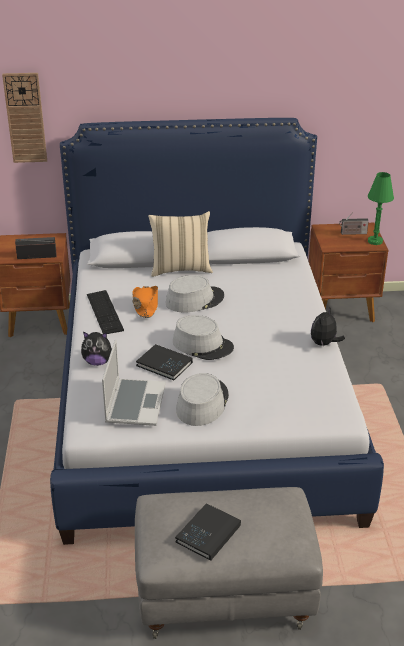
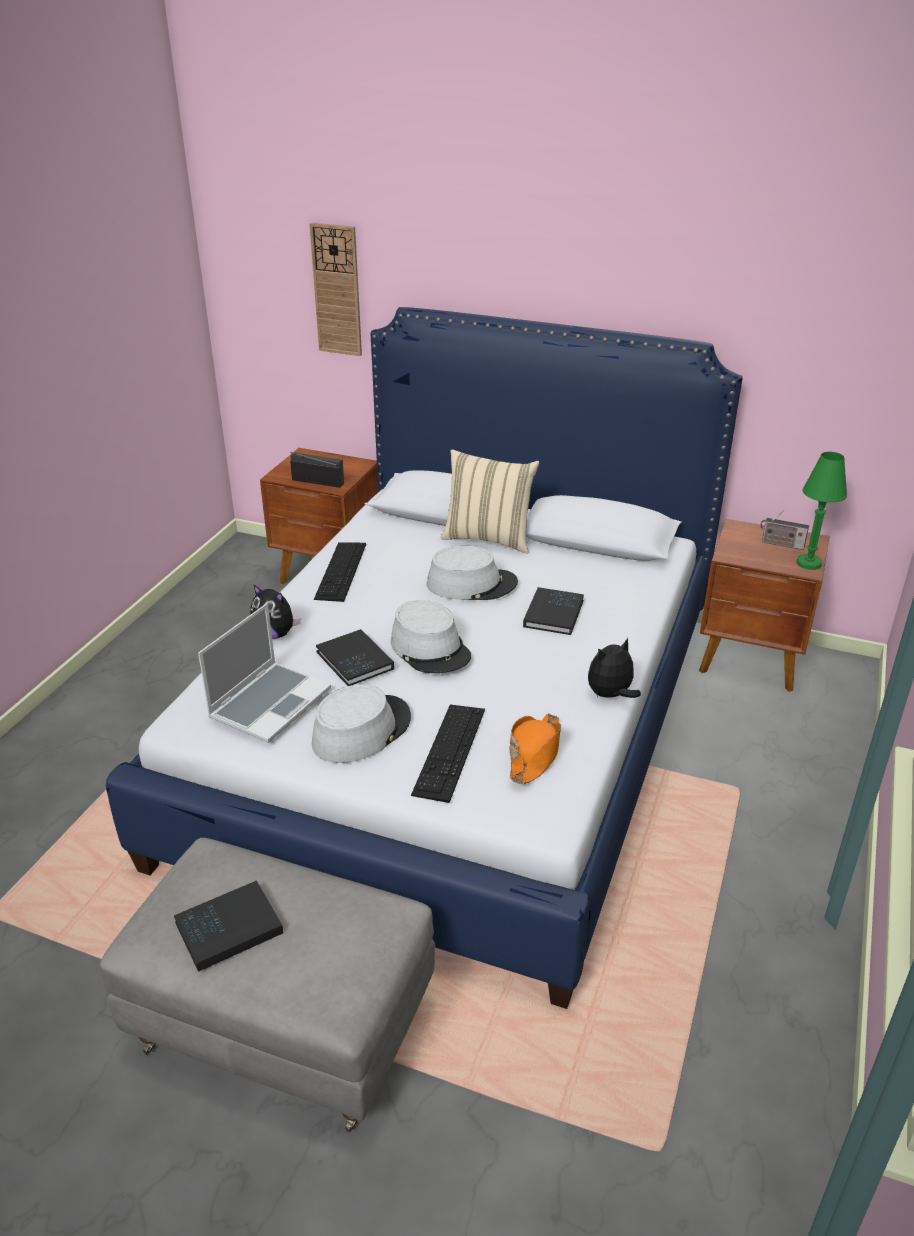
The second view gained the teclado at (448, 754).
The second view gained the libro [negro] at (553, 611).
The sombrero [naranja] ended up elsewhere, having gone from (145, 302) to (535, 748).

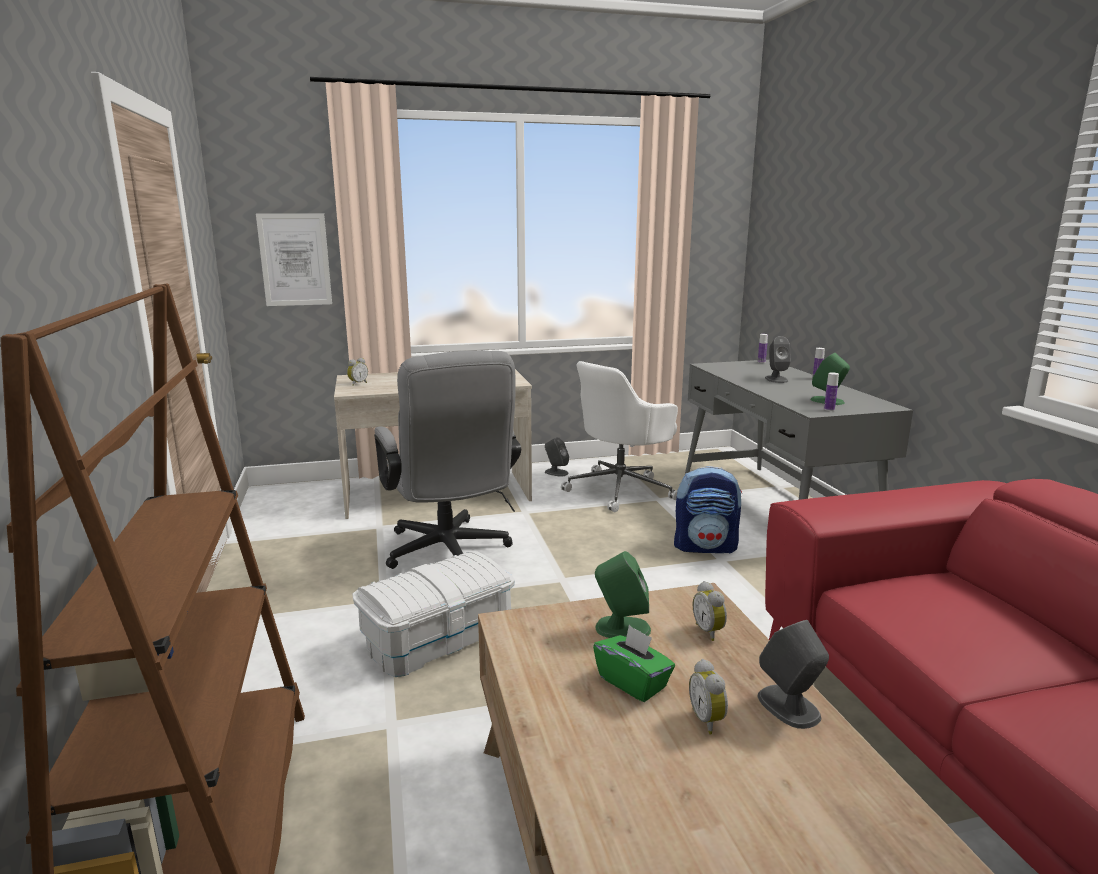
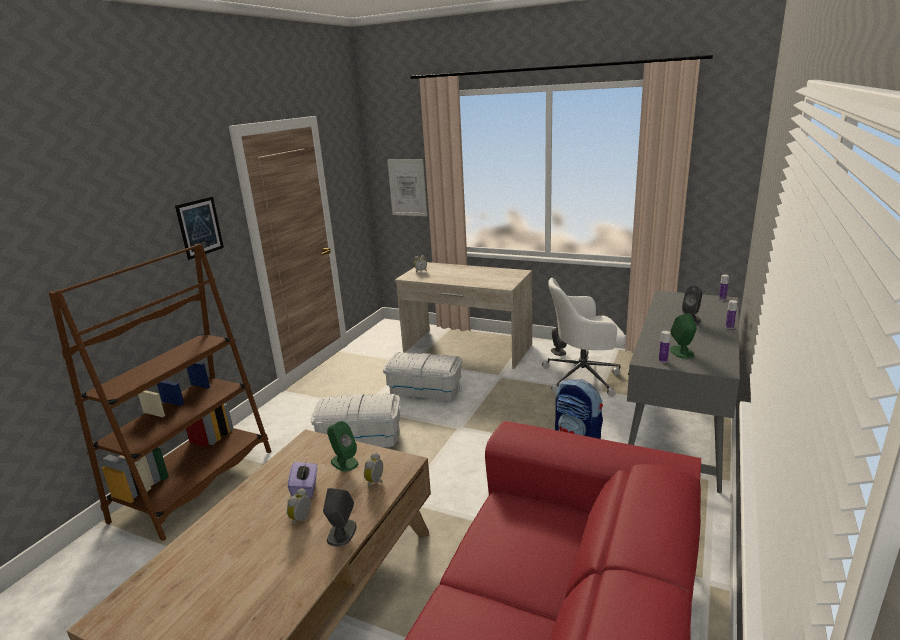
The second view gained the cuadro at (199, 228).
Where the silla de oficina [gris] stood at (447, 459), the caja de almacenaje [blanco] came to stand at (422, 377).
What was the caja de pañuelos [verde] at (634, 663) turned into the caja de pañuelos [morado] at (302, 479).

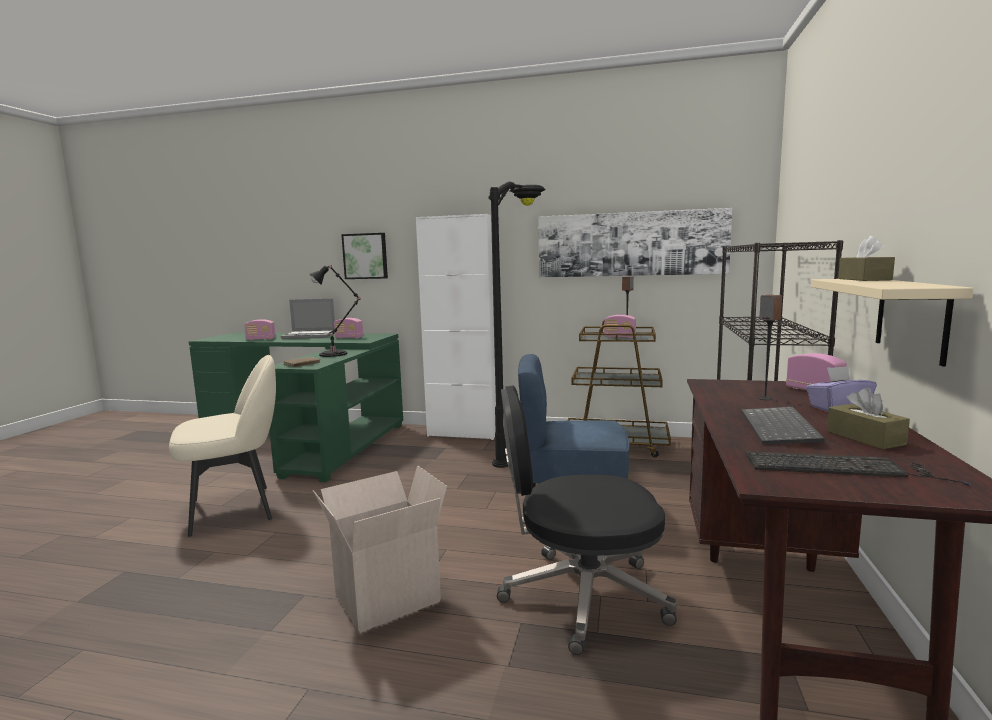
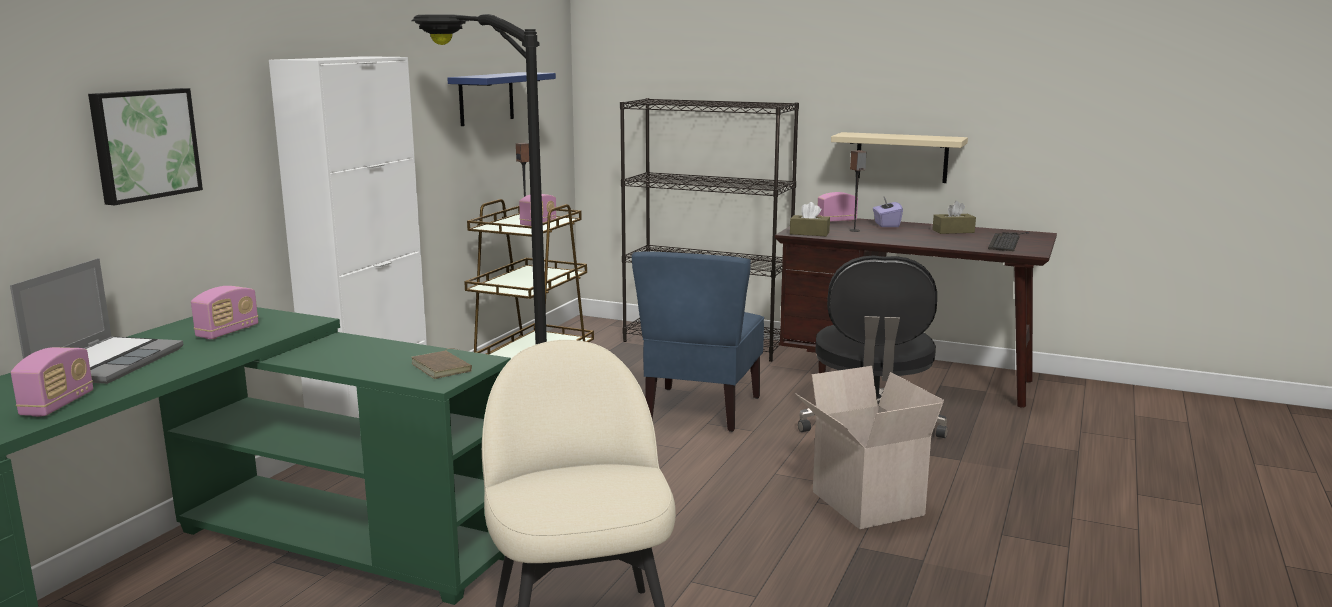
The second view lost the lámpara de mesa [negro] at (335, 311).
The second view lost the teclado at (783, 426).
The caja de pañuelos [marrón] ended up elsewhere, having gone from (866, 258) to (810, 219).
Where the cuadro hung at (635, 242), the estante [azul] came to hang at (501, 99).

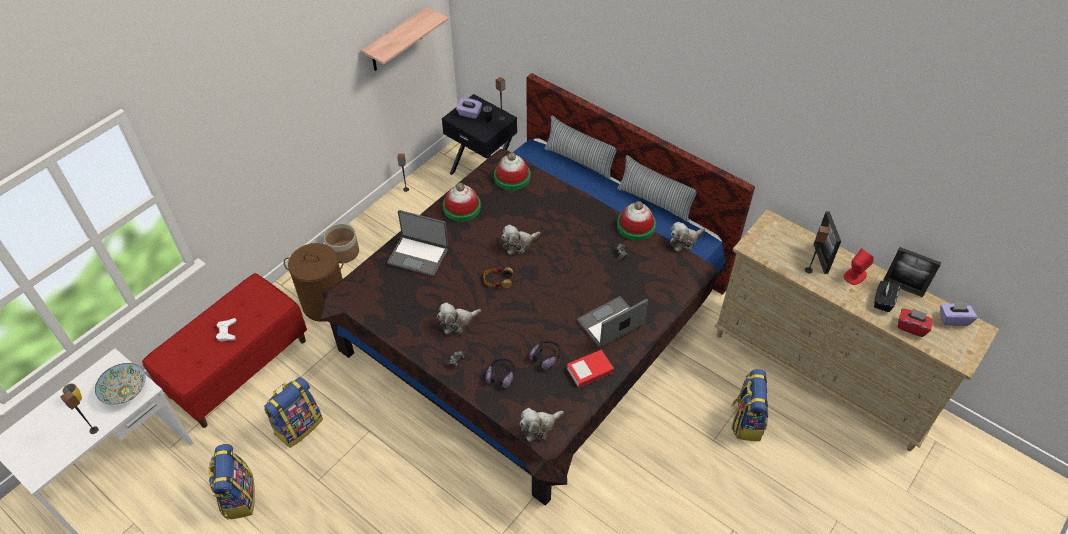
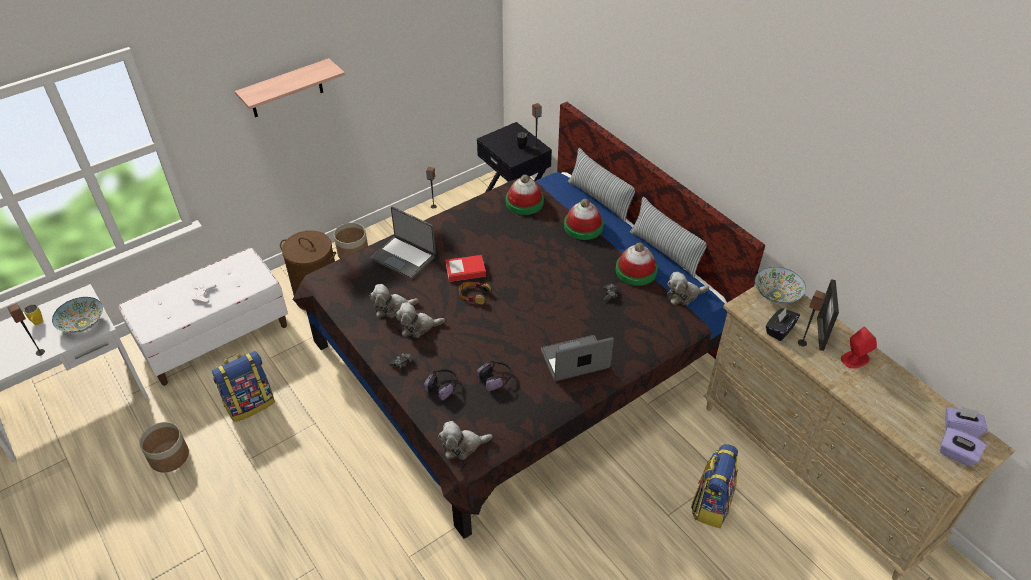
The second view lost the portarretratos at (912, 272).
The second view lost the caja de pañuelos [rojo] at (915, 322).
The second view gained the cuenco at (780, 285).
The estante ended up elsewhere, having gone from (405, 39) to (290, 87).
The sombrero ended up elsewhere, having gone from (462, 202) to (583, 219).
The caja de pañuelos [morado] ended up elsewhere, having gone from (469, 108) to (963, 446).
The peluche ended up elsewhere, having gone from (521, 240) to (393, 301).
The libro ended up elsewhere, having gone from (590, 369) to (465, 268).
The caja de pañuelos [negro] ended up elsewhere, having gone from (887, 296) to (783, 324).
Where the mochila stood at (232, 482), the maceta came to stand at (164, 447).
What was the banco [rojo] at (224, 350) turned into the banco [blanco] at (203, 317).

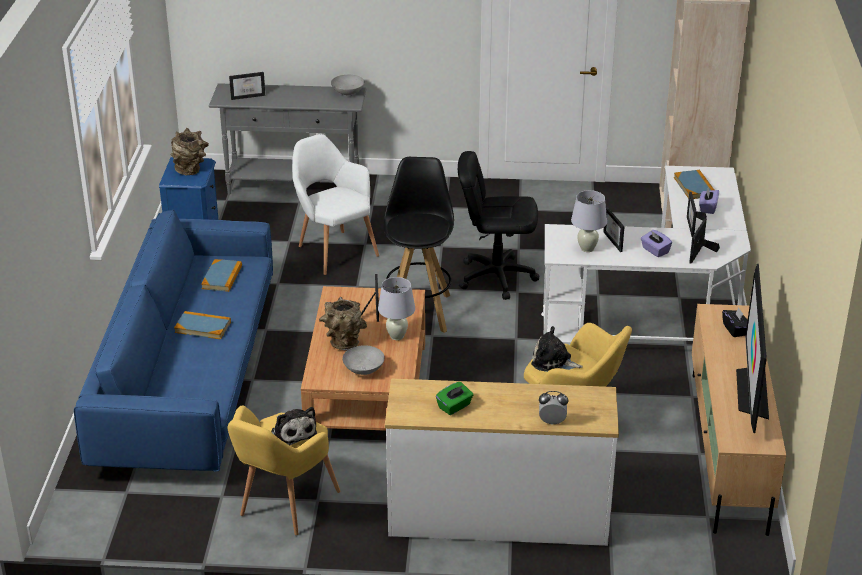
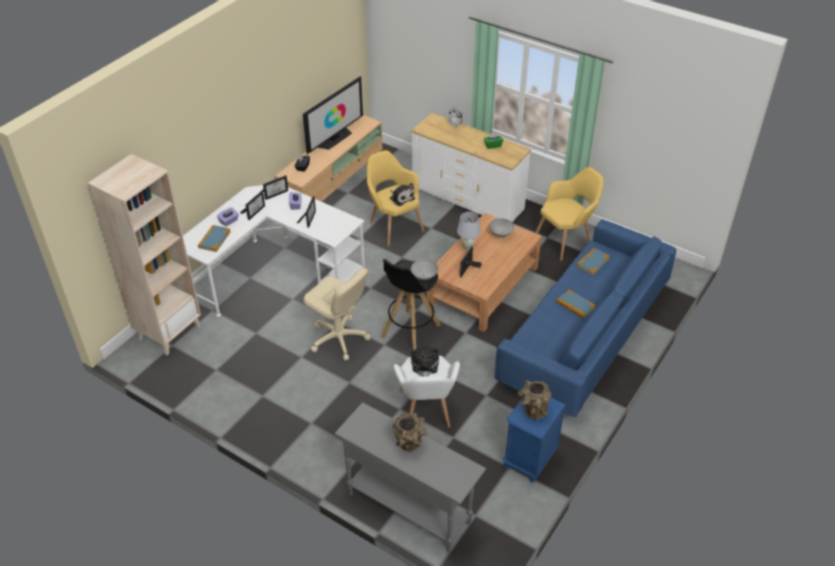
The second view lost the portarretratos at (247, 86).
The second view lost the lámpara de mesa [blanco] at (589, 221).
The libro ended up elsewhere, having gone from (221, 275) to (593, 261).
The peluche ended up elsewhere, having gone from (294, 426) to (425, 361).
The florero [marrón] ended up elsewhere, having gone from (343, 323) to (410, 432).
The cuenco [gris] ended up elsewhere, having gone from (348, 85) to (424, 269).
What was the silla de oficina [negro] at (498, 225) turned into the silla de oficina [beis] at (336, 313).

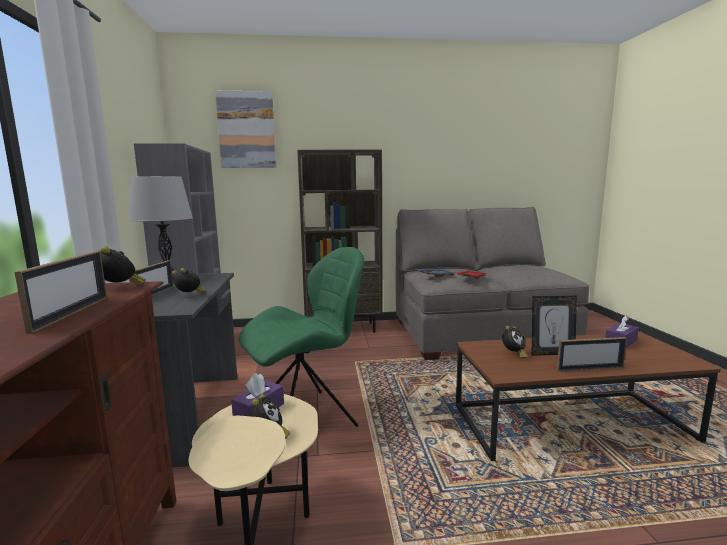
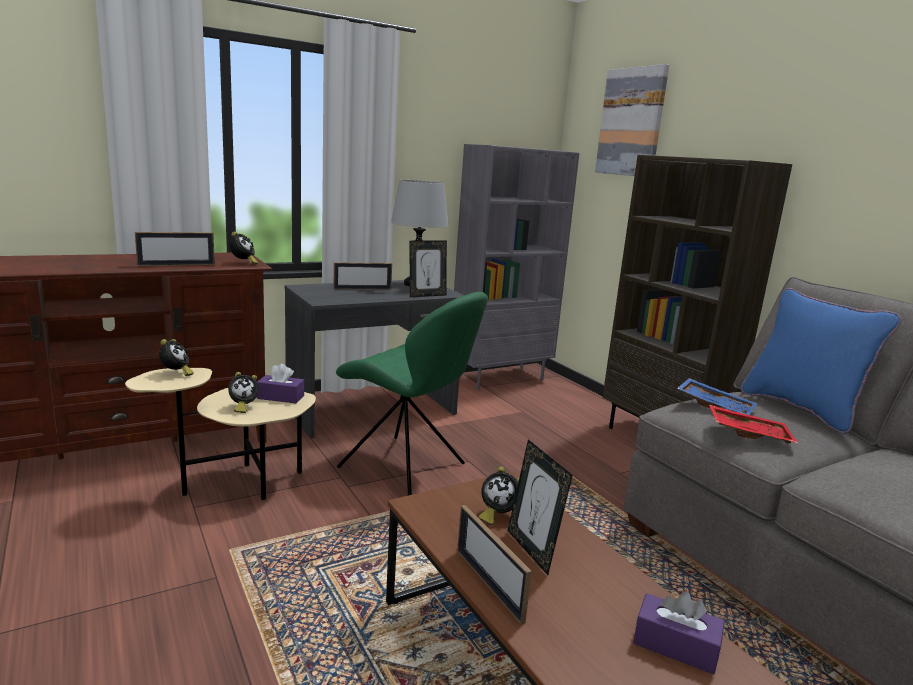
The second view gained the portarretratos at (428, 268).
The second view gained the cojín [azul] at (821, 361).
The despertador ended up elsewhere, having gone from (189, 280) to (176, 357).

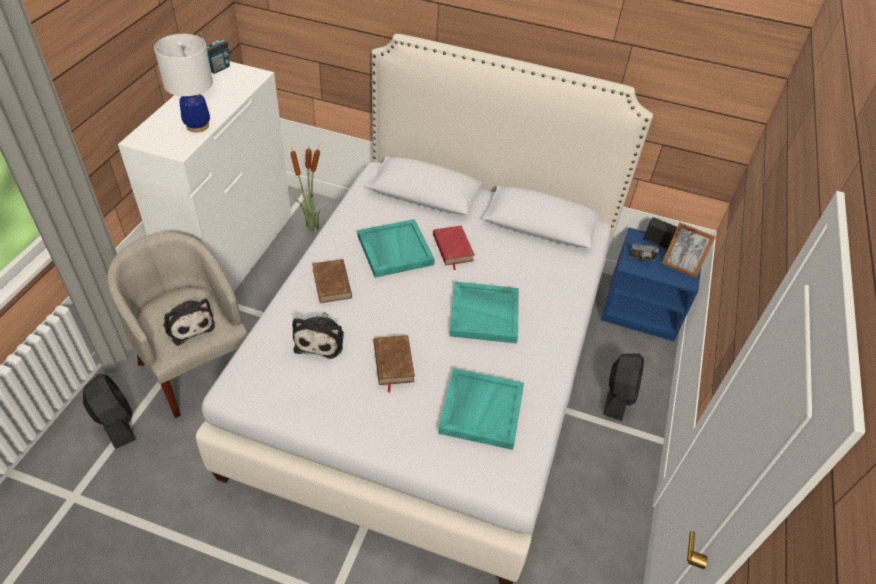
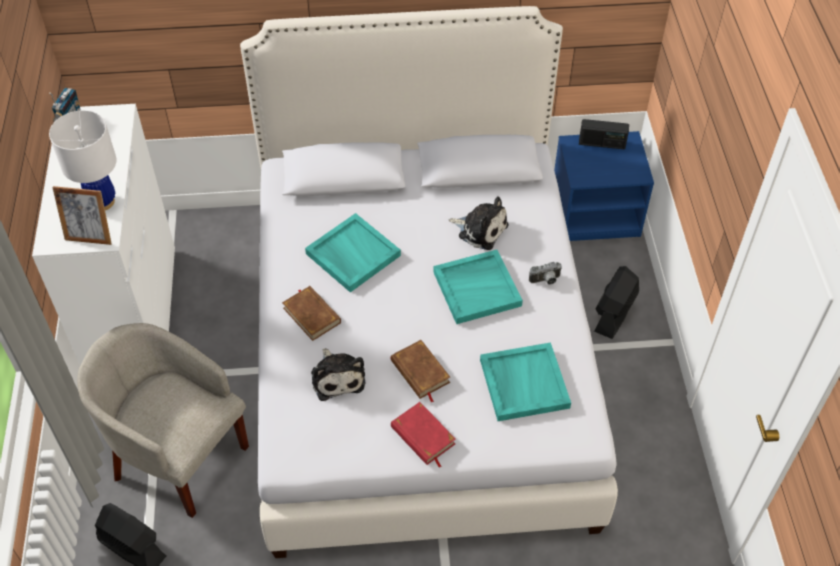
The second view lost the planta en maceta at (307, 188).
The peluche ended up elsewhere, having gone from (189, 322) to (478, 223).
The libro [rojo] ended up elsewhere, having gone from (454, 248) to (423, 435).
The cámara ended up elsewhere, having gone from (644, 253) to (545, 273).
The portarretratos ended up elsewhere, having gone from (689, 250) to (82, 215).
The ventilador [negro] at (623, 387) ended up facing another way, 150 degrees counterclockwise from before.

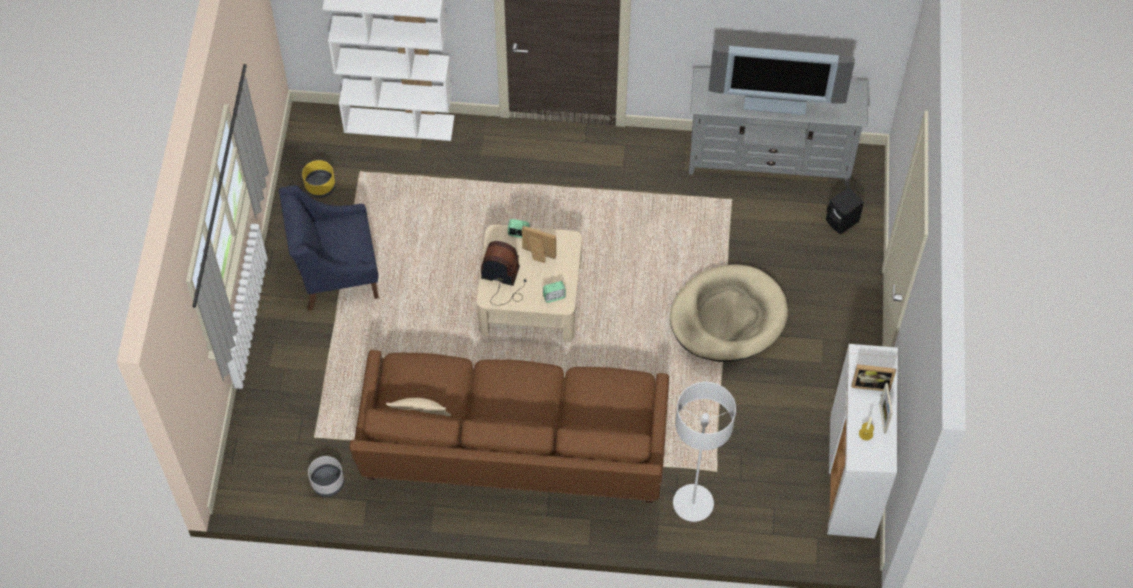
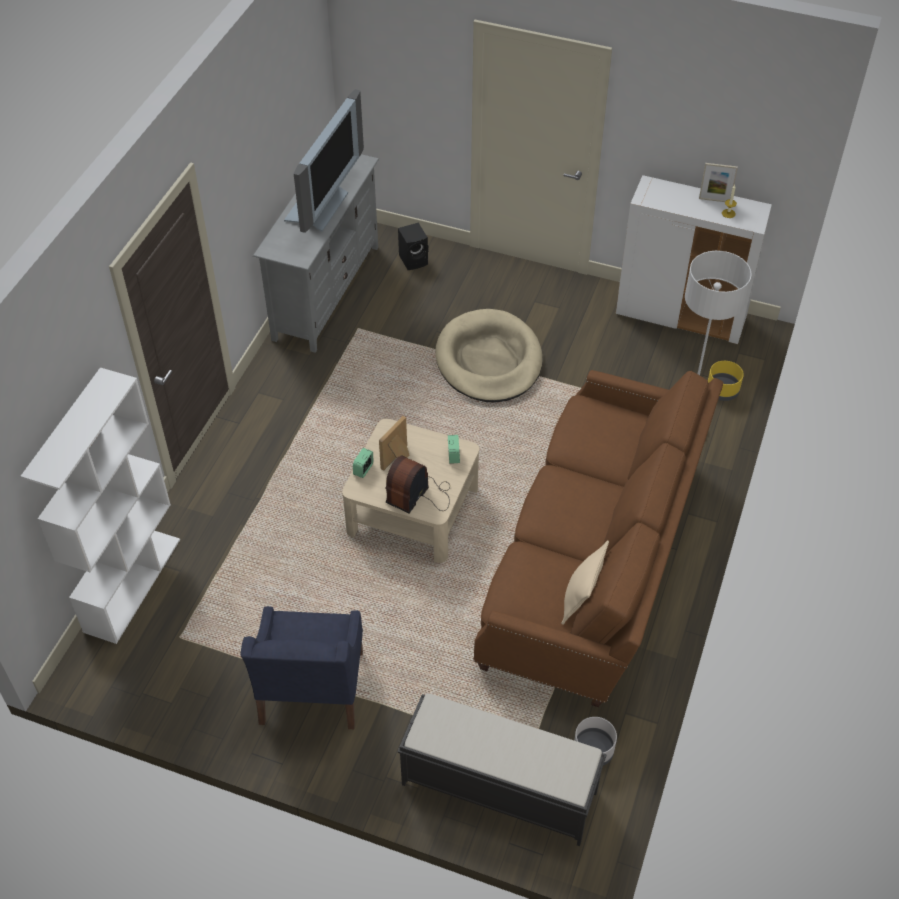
The second view lost the portarretratos at (873, 378).
The second view gained the banco [negro] at (502, 769).
The maceta [amarillo] ended up elsewhere, having gone from (319, 179) to (726, 381).

